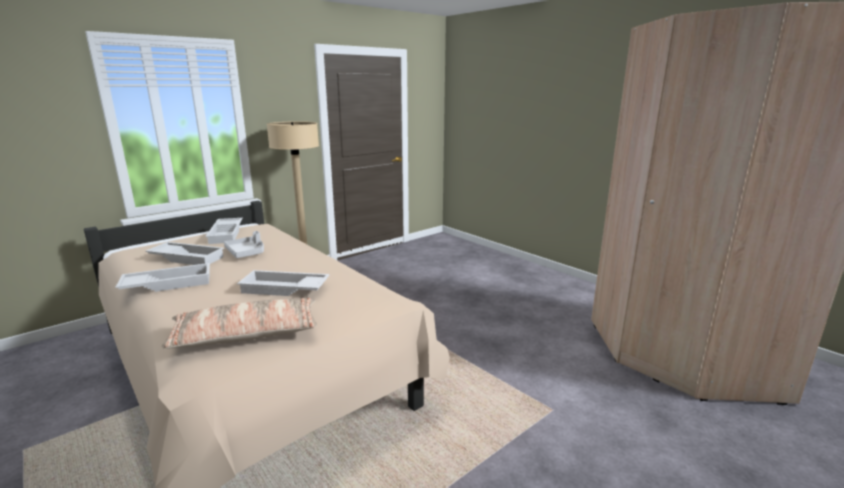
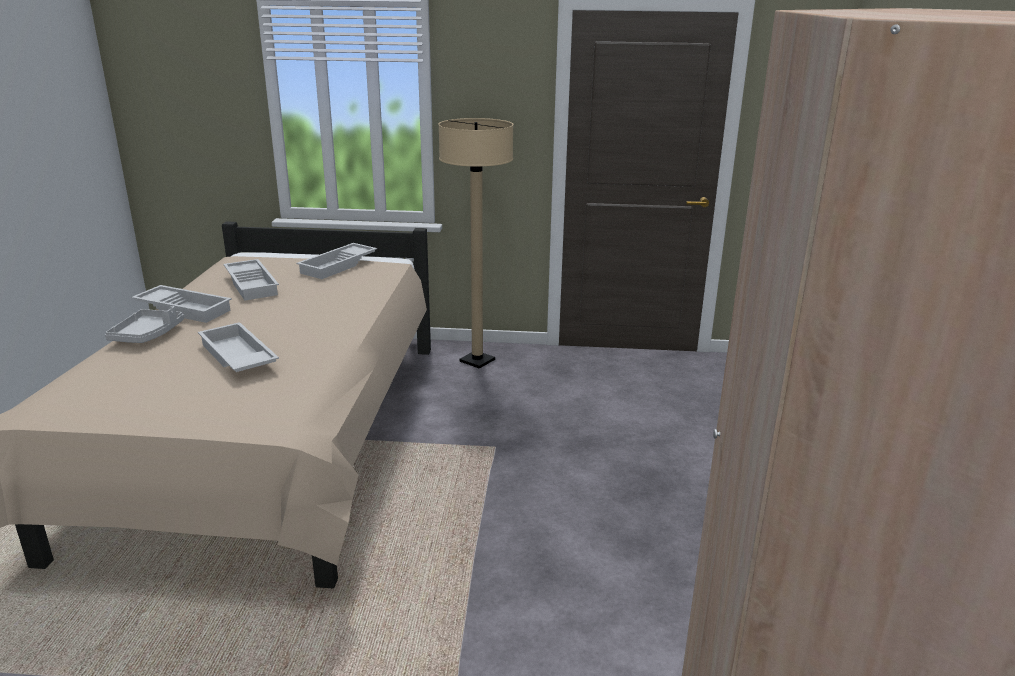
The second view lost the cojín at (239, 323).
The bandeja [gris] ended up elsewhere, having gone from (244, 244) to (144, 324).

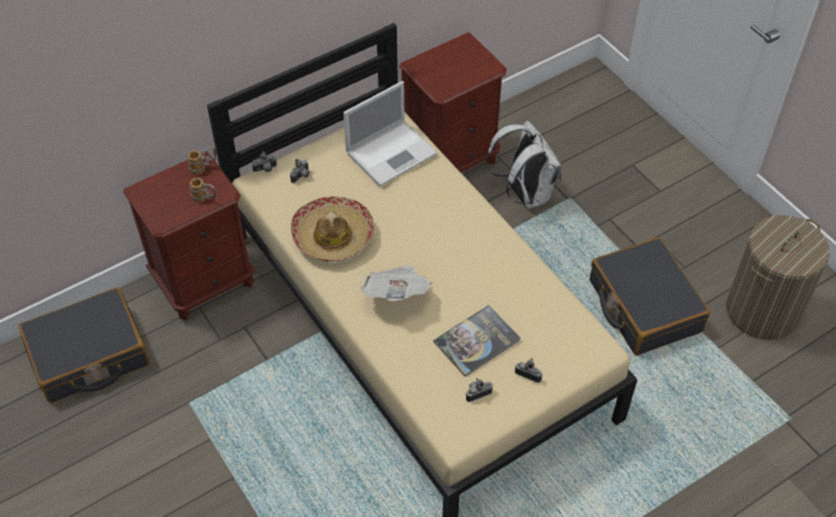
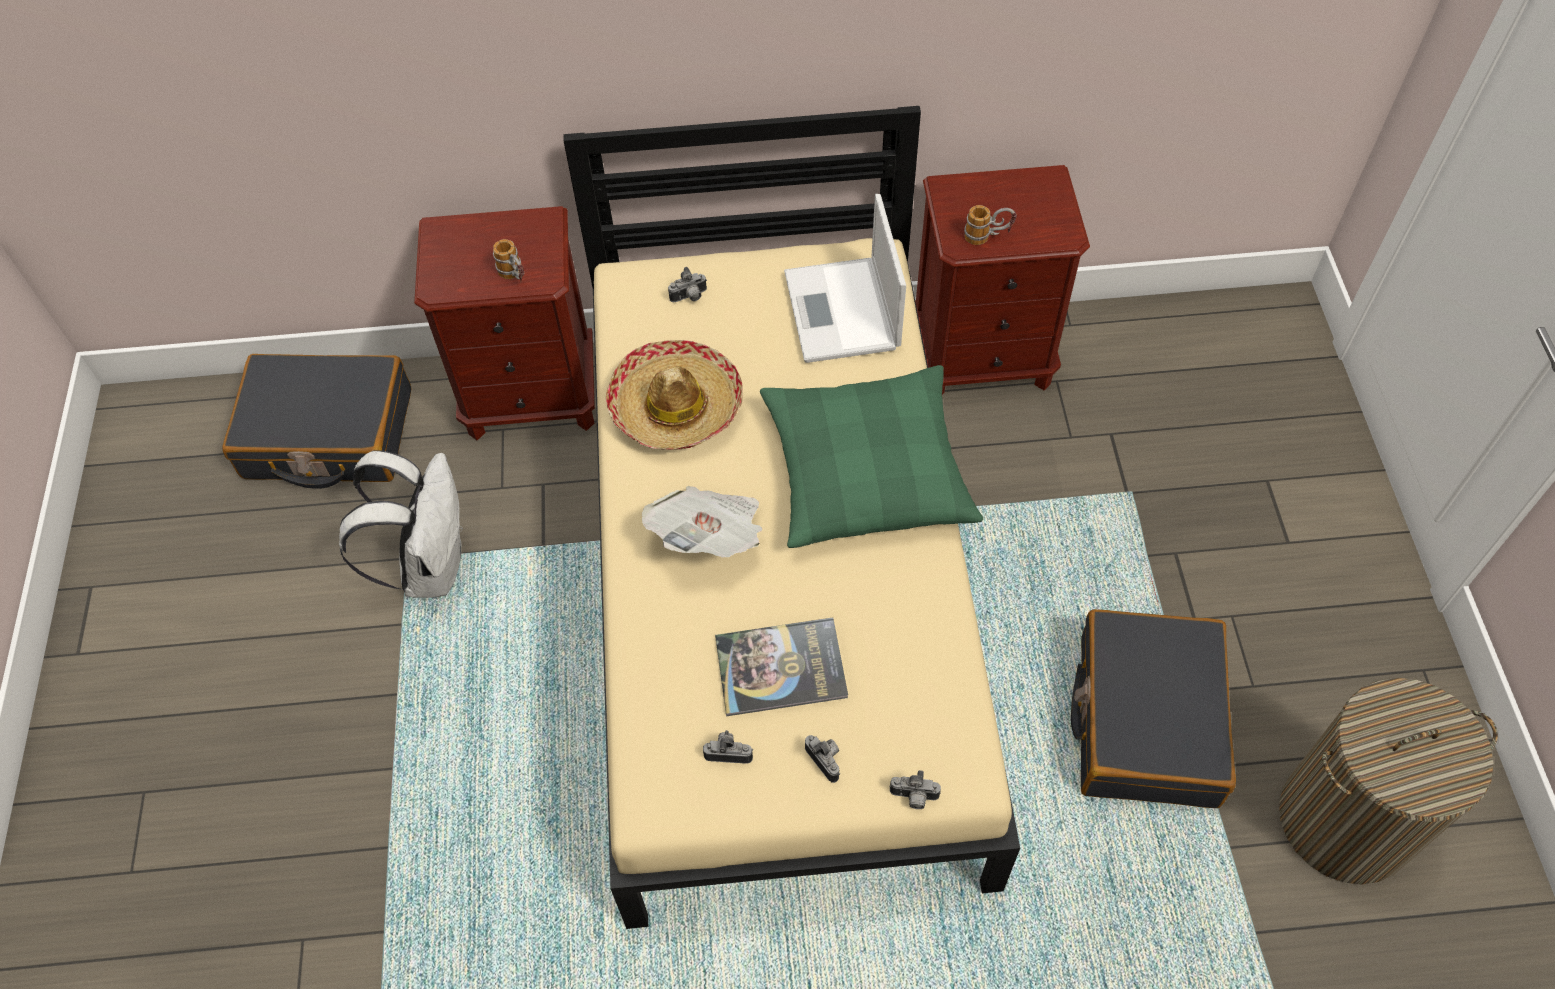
The second view gained the cojín [verde] at (871, 456).
The taza grande ended up elsewhere, having gone from (202, 160) to (990, 225).
The cámara ended up elsewhere, having gone from (264, 161) to (915, 789).
The mochila [blanco] ended up elsewhere, having gone from (524, 164) to (401, 524).
The portátil at (390, 133) ended up facing another way, 90 degrees clockwise from before.

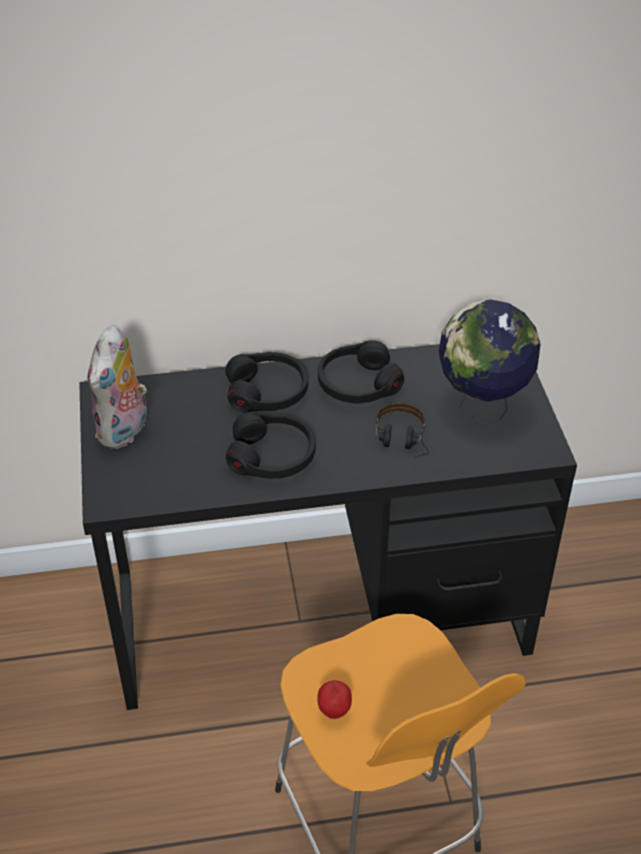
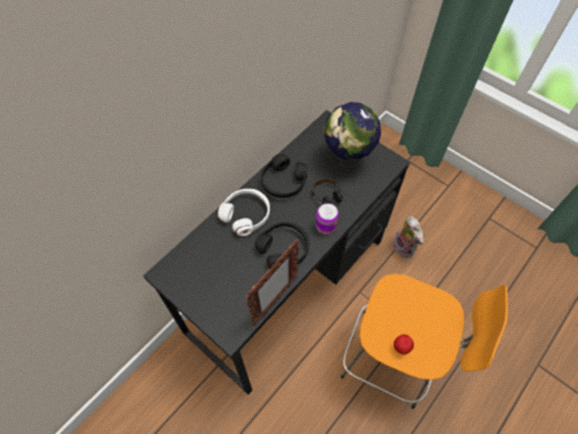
The second view gained the portarretratos at (272, 282).
The second view gained the lata at (327, 219).
The peluche ended up elsewhere, having gone from (118, 387) to (408, 237).
What was the auriculares [negro] at (266, 382) turned into the auriculares [blanco] at (244, 212).

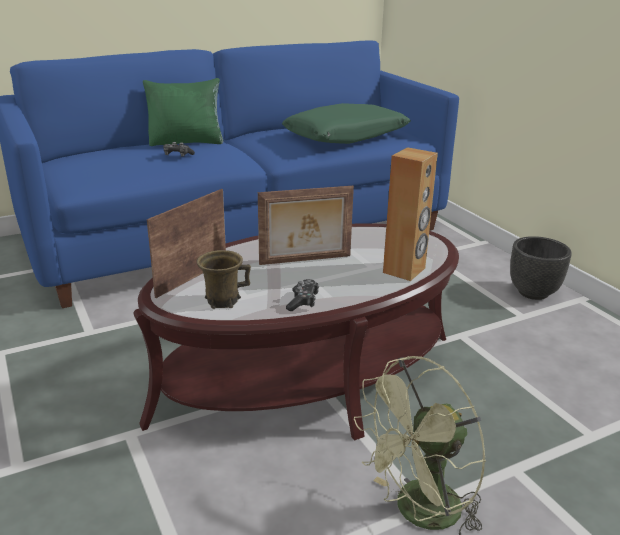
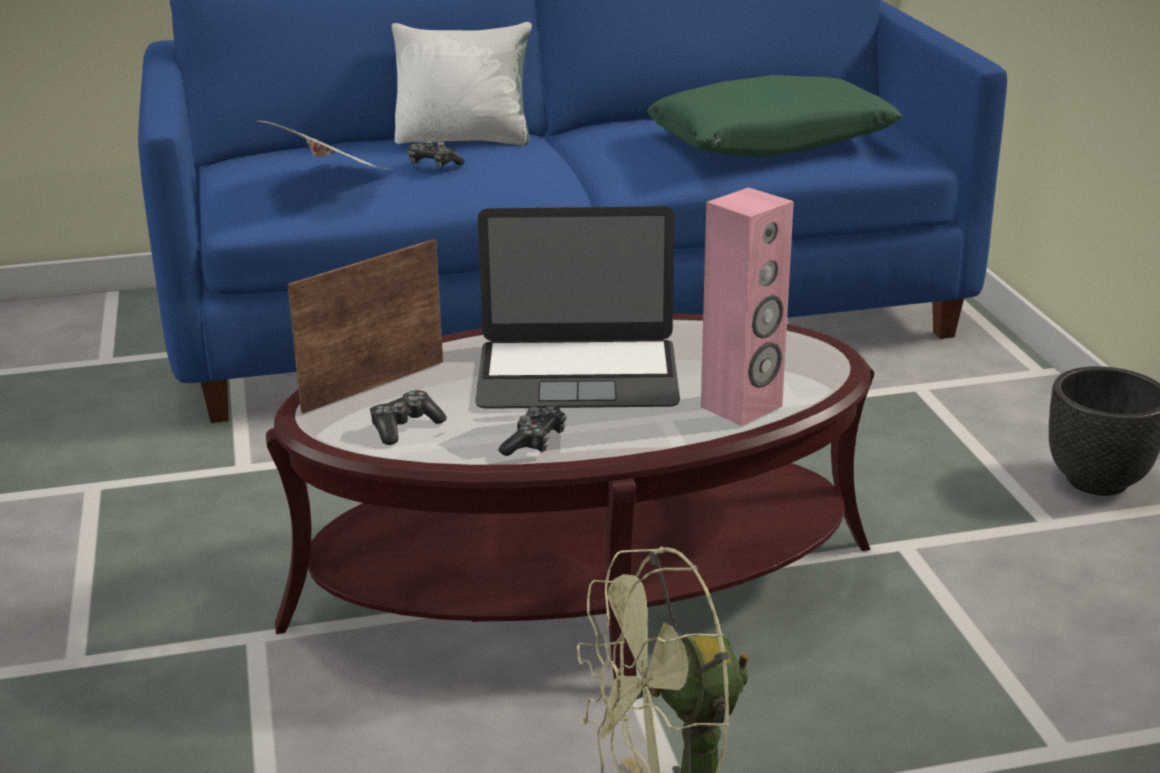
The second view gained the periódico at (324, 145).
Where the taza grande [marrón] stood at (224, 279), the mando de consola came to stand at (408, 417).
Where the portarretratos stood at (306, 225), the portátil came to stand at (577, 307).
What was the cojín [verde] at (183, 112) turned into the cojín [blanco] at (462, 84).
What was the altavoz [marrón] at (410, 214) turned into the altavoz [rosa] at (747, 306).

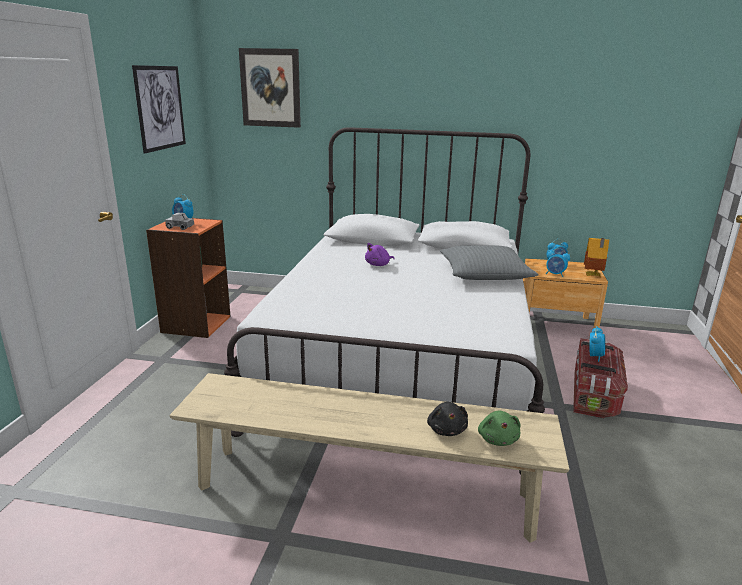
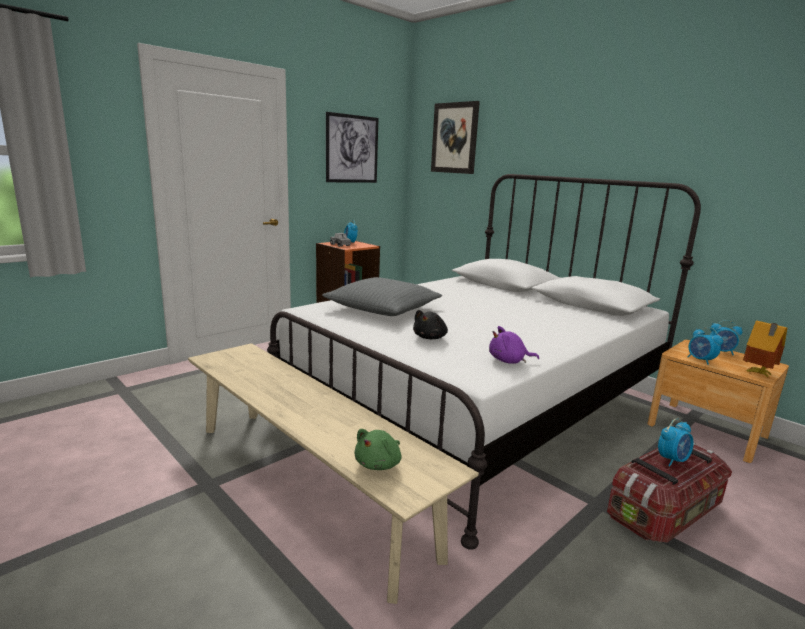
The peluche [morado] ended up elsewhere, having gone from (380, 254) to (514, 345).
The peluche [negro] ended up elsewhere, having gone from (447, 419) to (430, 324).
The cojín [gris] ended up elsewhere, having gone from (489, 262) to (382, 296).

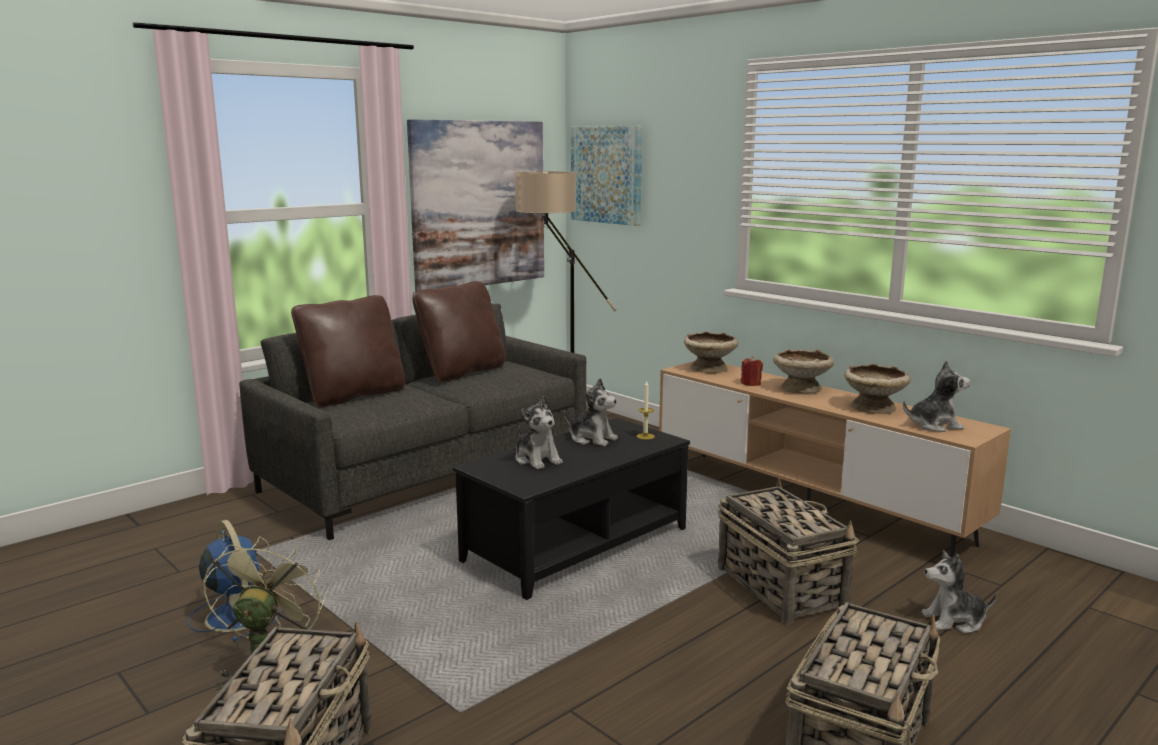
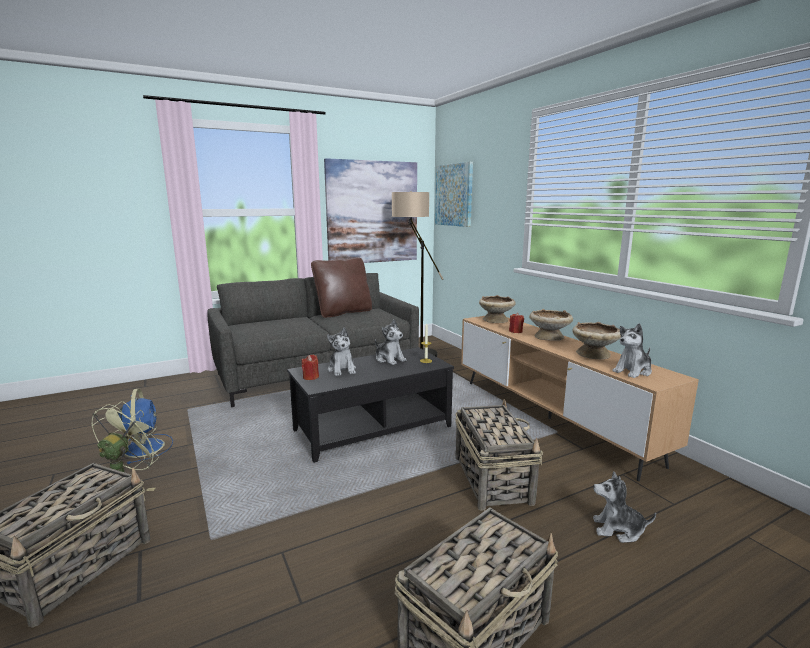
The second view lost the cojín [marrón] at (348, 351).
The second view gained the vela [rojo] at (310, 367).
The peluche at (936, 396) ended up facing another way, 135 degrees clockwise from before.

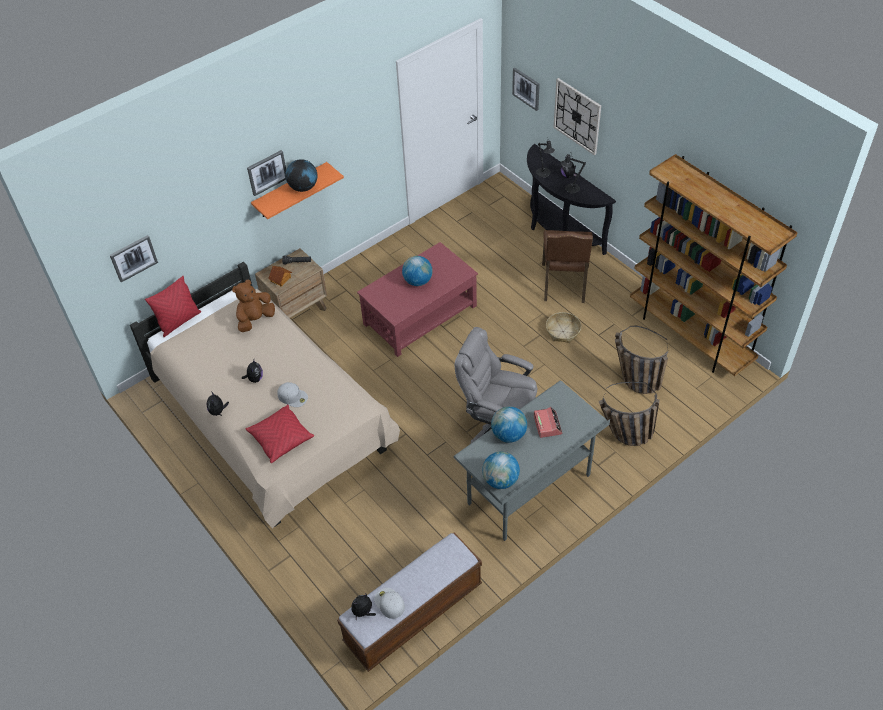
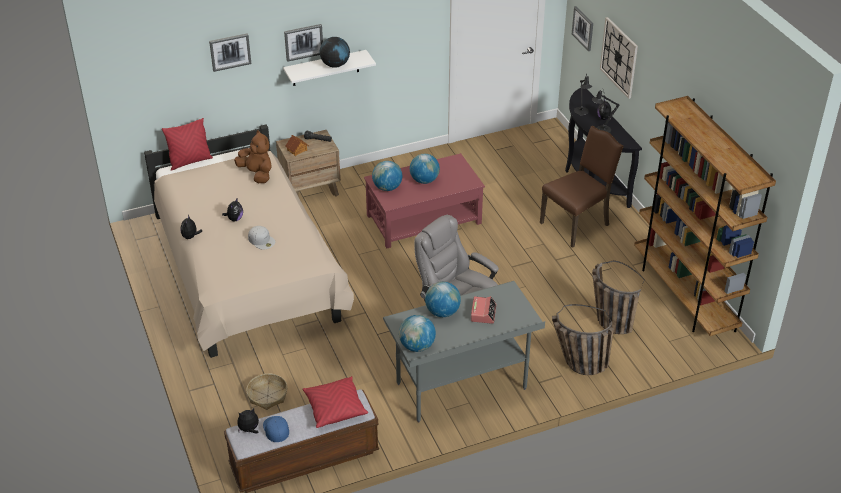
The second view gained the globo terráqueo at (387, 176).
The cuadro ended up elsewhere, having gone from (134, 258) to (230, 52).
The cojín [rojo] ended up elsewhere, having gone from (280, 433) to (335, 402).
The cesta ended up elsewhere, having gone from (563, 327) to (266, 391).
What was the estante [naranja] at (297, 190) turned into the estante [blanco] at (329, 68).
What was the gorra [blanco] at (389, 603) turned into the gorra [azul] at (276, 429).
The peluche [marrón] at (253, 306) ended up facing another way, 75 degrees clockwise from before.
The silla [marrón] at (567, 266) ended up facing another way, 150 degrees counterclockwise from before.

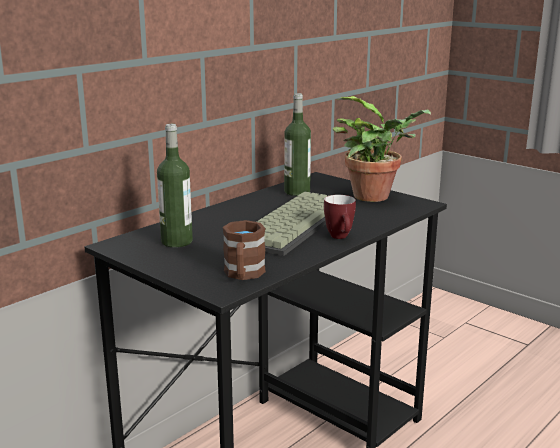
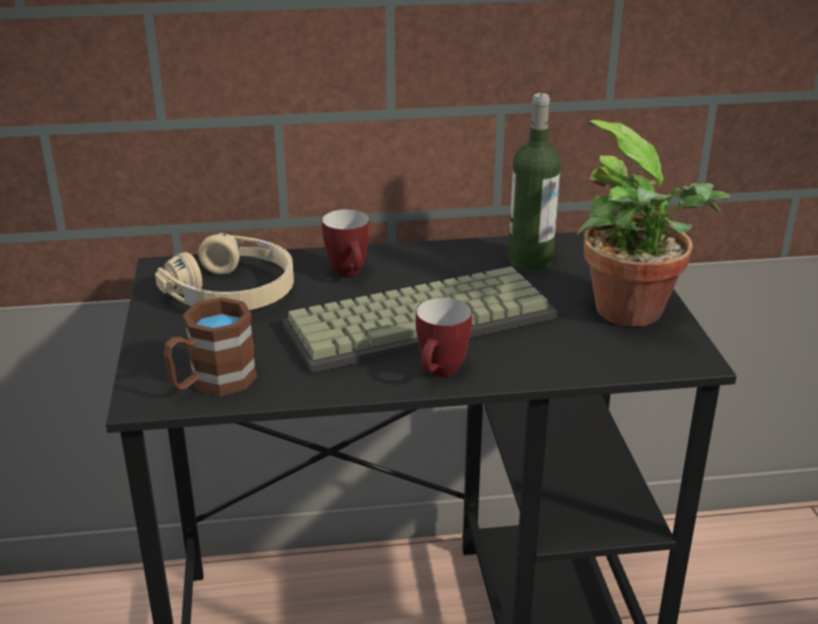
The second view gained the taza grande at (346, 243).
Where the botella stood at (175, 185), the auriculares [beis] came to stand at (224, 271).

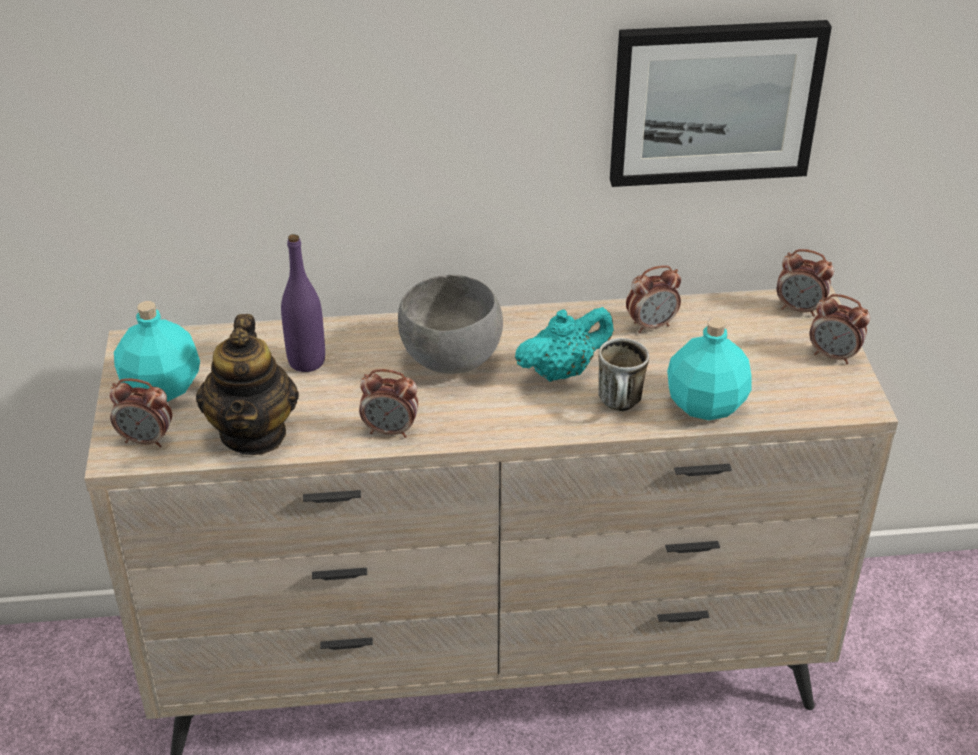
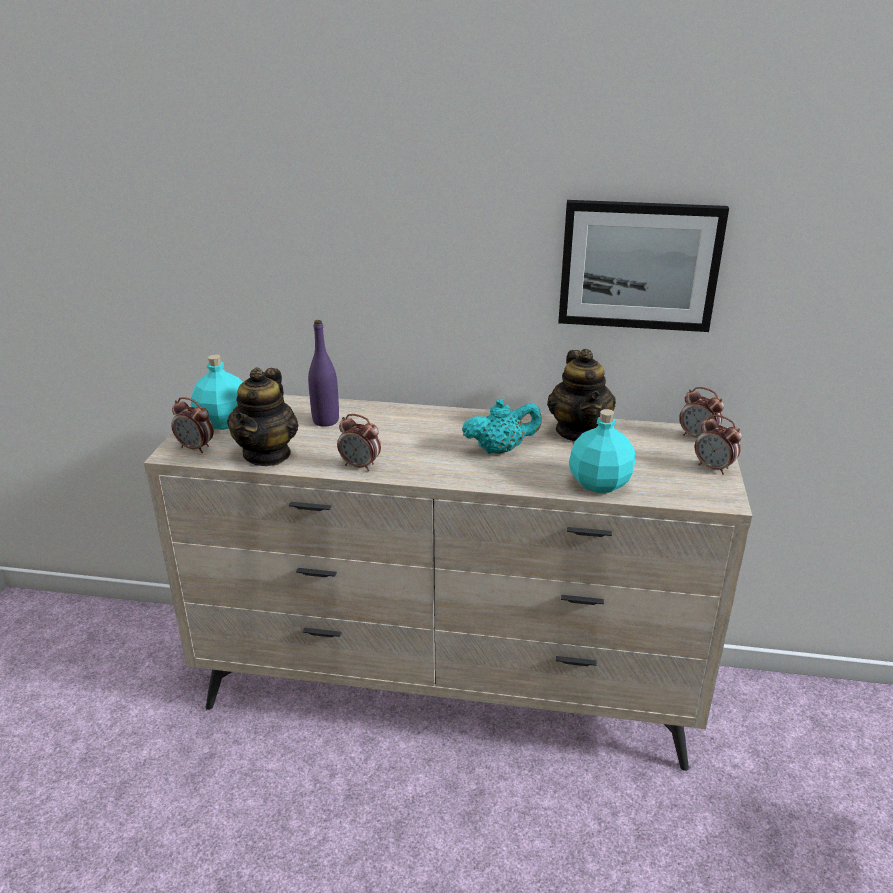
The second view lost the cuenco [gris] at (450, 324).
The second view lost the taza grande at (623, 374).
Where the despertador stood at (653, 299), the tetera came to stand at (581, 395).

